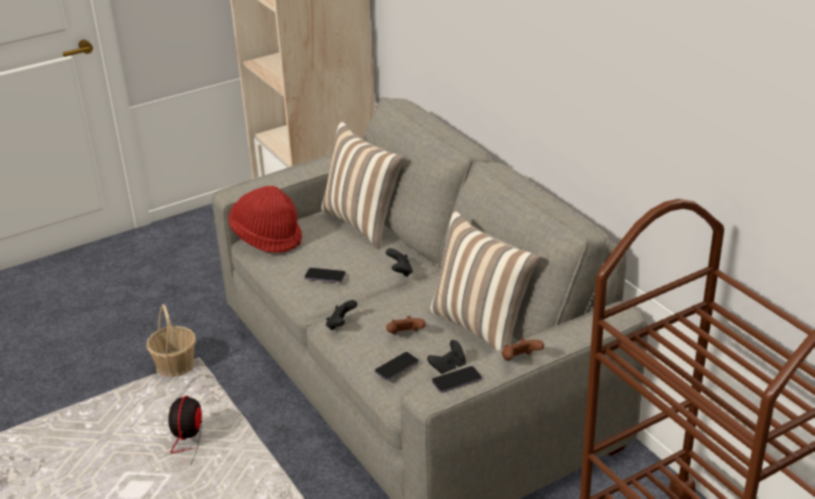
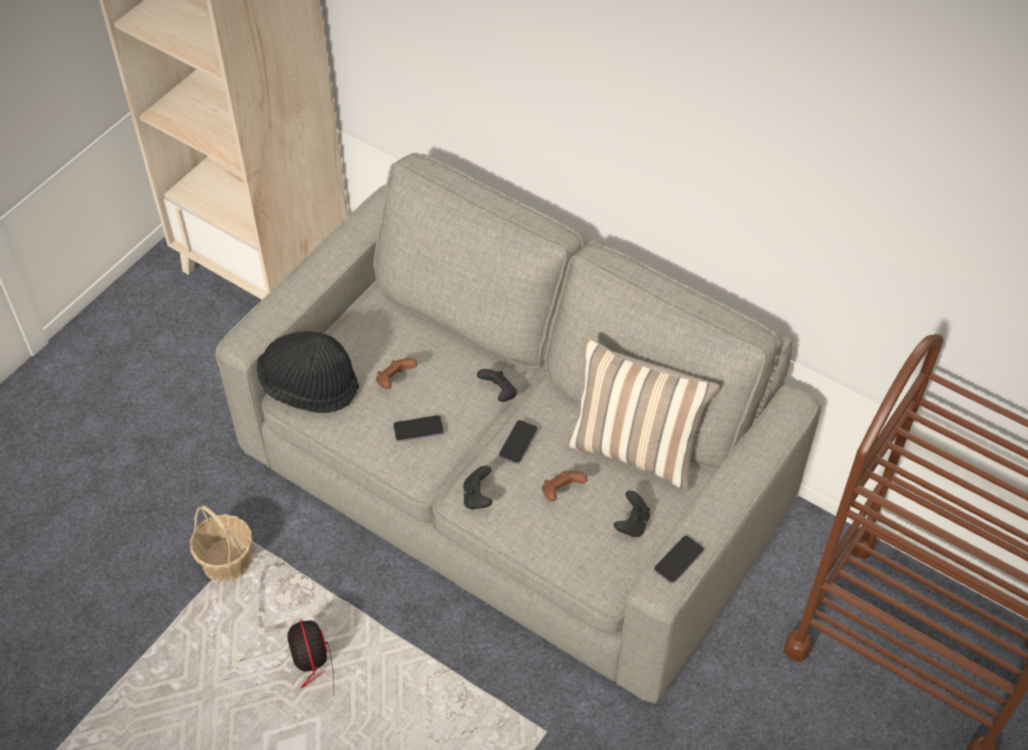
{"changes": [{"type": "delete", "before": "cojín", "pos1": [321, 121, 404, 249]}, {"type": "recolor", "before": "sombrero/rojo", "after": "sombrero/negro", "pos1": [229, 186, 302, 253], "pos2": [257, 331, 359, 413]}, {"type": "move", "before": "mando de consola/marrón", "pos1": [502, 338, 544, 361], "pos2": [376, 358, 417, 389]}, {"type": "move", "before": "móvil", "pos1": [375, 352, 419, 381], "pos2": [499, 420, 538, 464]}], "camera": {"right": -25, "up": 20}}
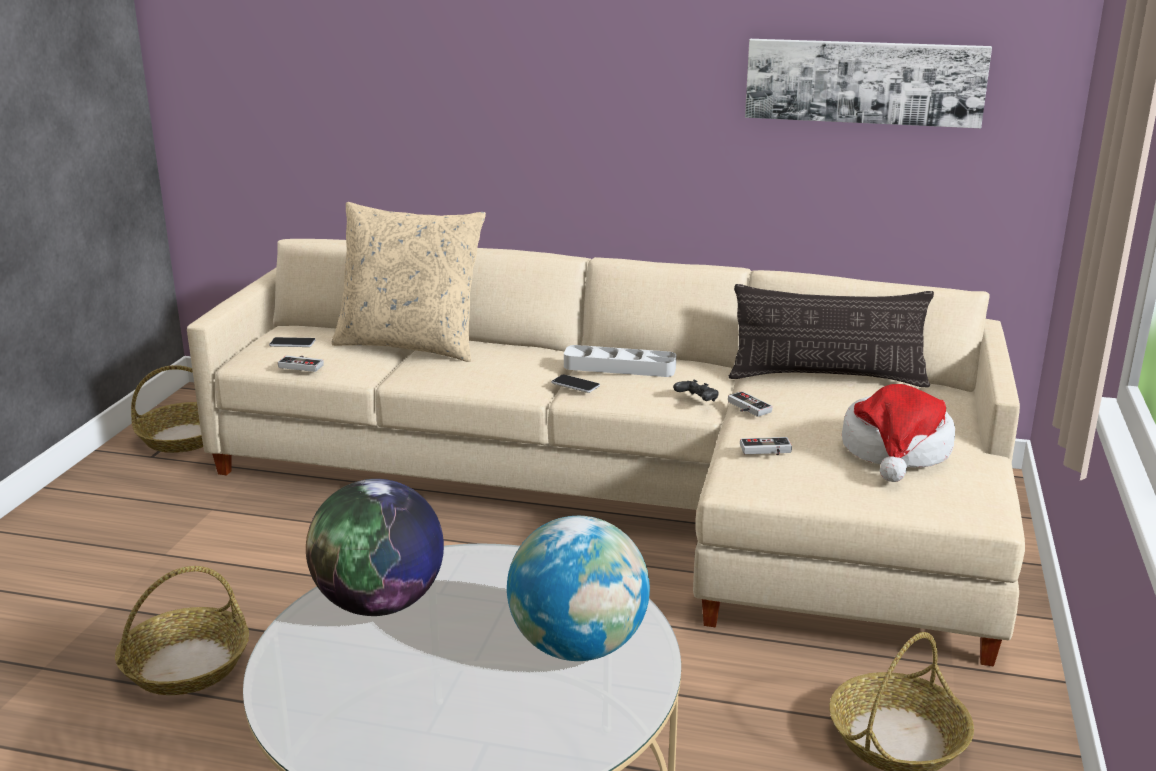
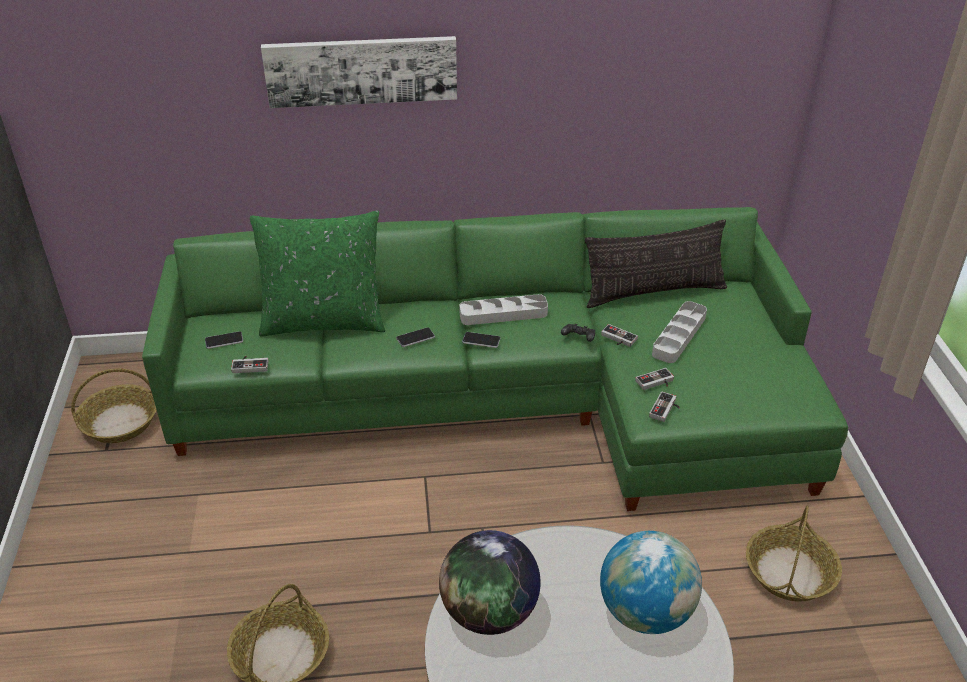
{"changes": [{"type": "move", "before": "cuadro", "pos1": [745, 39, 992, 128], "pos2": [261, 36, 457, 108]}, {"type": "recolor", "before": "cojín/beis", "after": "cojín/verde", "pos1": [331, 202, 486, 362], "pos2": [250, 211, 385, 337]}, {"type": "recolor", "before": "sofá/beis", "after": "sofá/verde", "pos1": [187, 239, 1025, 666], "pos2": [142, 207, 848, 511]}, {"type": "delete", "before": "sombrero", "pos1": [842, 384, 955, 482]}, {"type": "insert", "after": "bandeja/gris", "pos2": [652, 301, 707, 363]}, {"type": "insert", "after": "móvil", "pos2": [396, 327, 435, 347]}, {"type": "insert", "after": "mando de consola", "pos2": [649, 392, 680, 422]}], "camera": {"right": -20, "up": 15}}
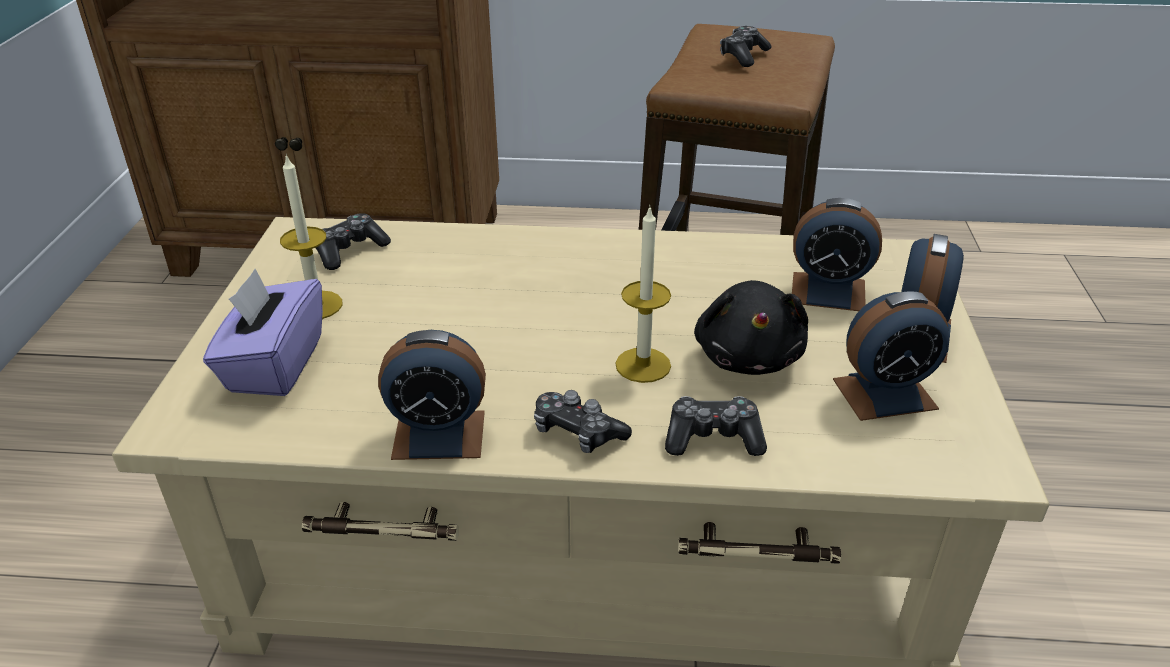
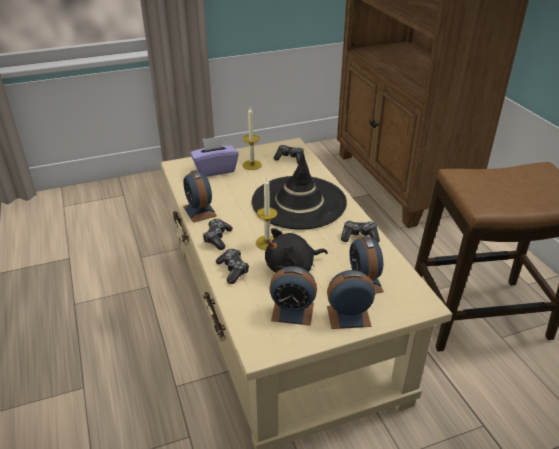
{"changes": [{"type": "move", "before": "mando de consola", "pos1": [720, 26, 772, 67], "pos2": [341, 221, 380, 242]}, {"type": "rotate", "before": "despertador", "pos1": [833, 291, 950, 421], "pos2": [269, 266, 317, 326], "turn": -45}, {"type": "insert", "after": "sombrero/negro", "pos2": [252, 153, 347, 229]}], "camera": {"right": 65, "up": 0}}
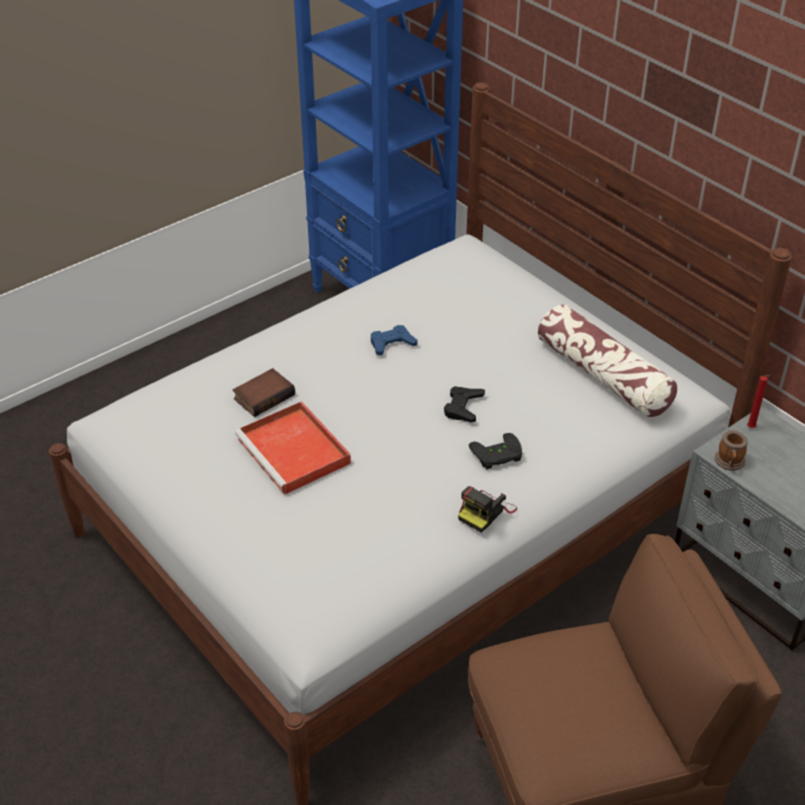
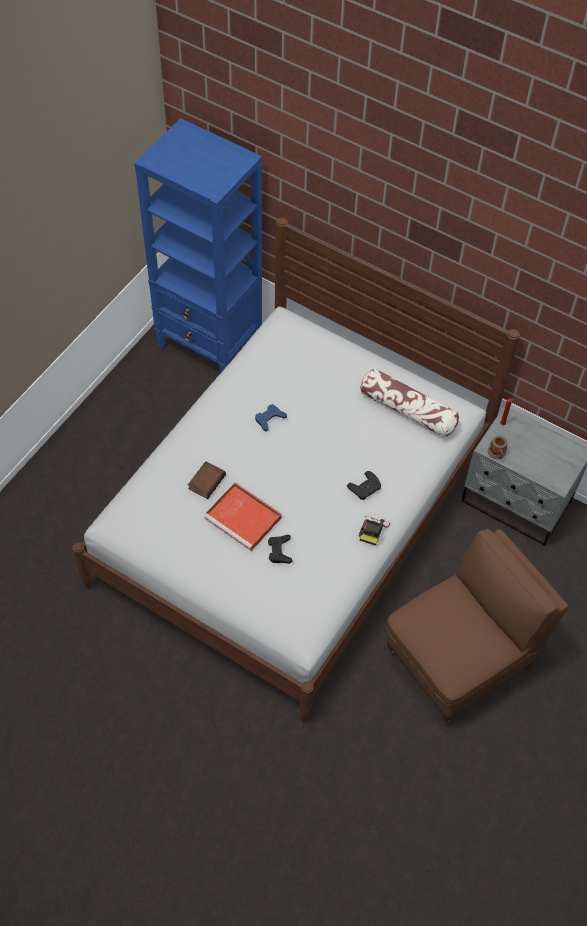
{"changes": [{"type": "move", "before": "mando de consola/negro", "pos1": [444, 386, 485, 423], "pos2": [268, 534, 292, 564]}], "camera": {"right": -20, "up": 15}}
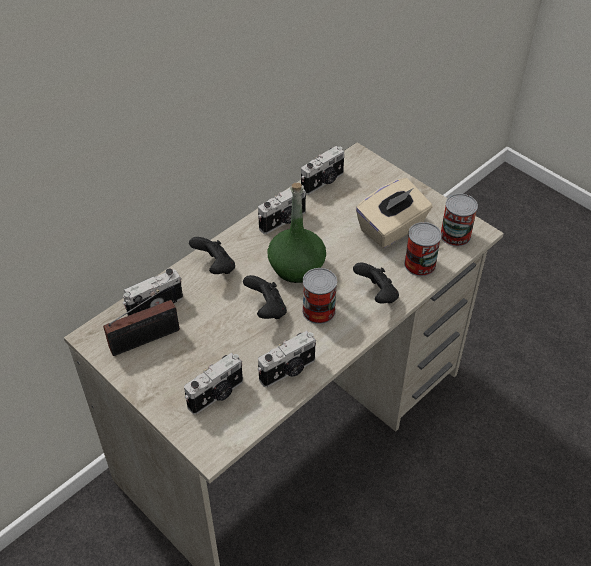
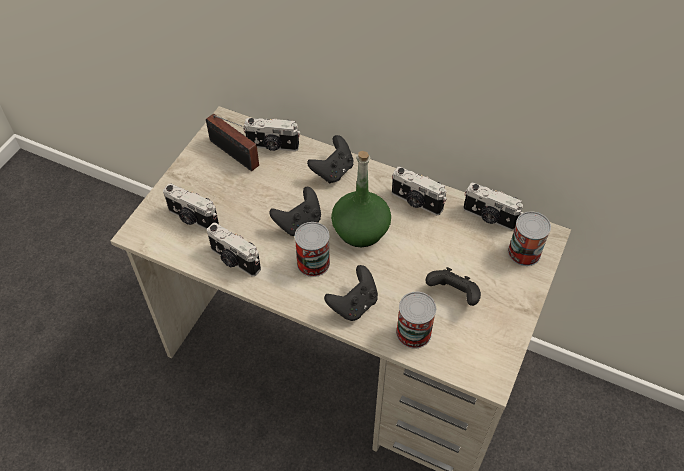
{"changes": [{"type": "replace", "before": "caja de pañuelos/beis", "after": "mando de consola/negro", "pos1": [356, 178, 433, 248], "pos2": [426, 267, 481, 306]}, {"type": "move", "before": "lata", "pos1": [441, 194, 478, 247], "pos2": [508, 211, 551, 266]}, {"type": "rotate", "before": "cámara", "pos1": [123, 268, 183, 316], "pos2": [243, 118, 300, 151], "turn": 150}], "camera": {"right": 70, "up": 5}}
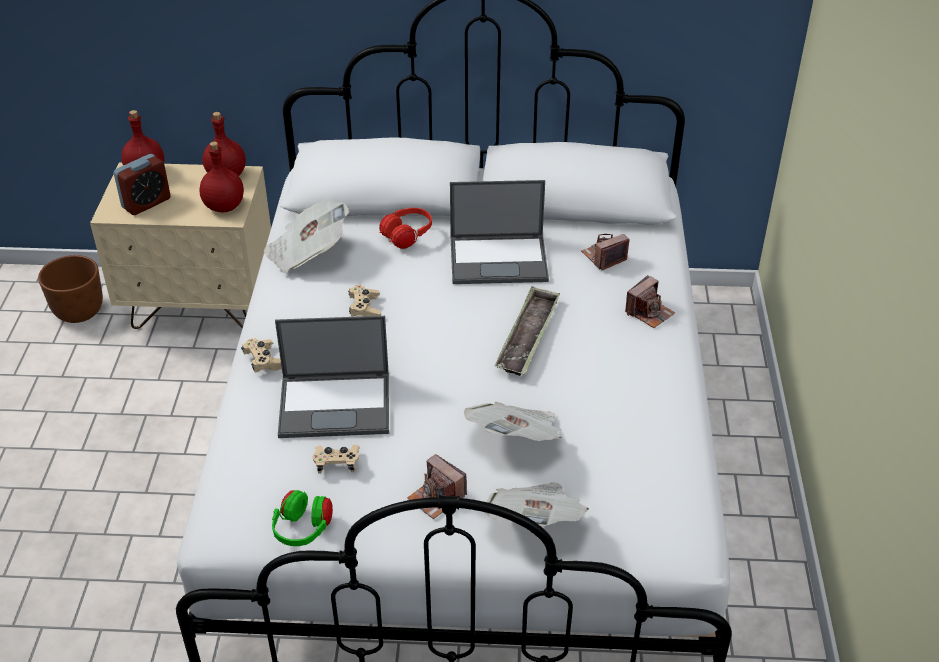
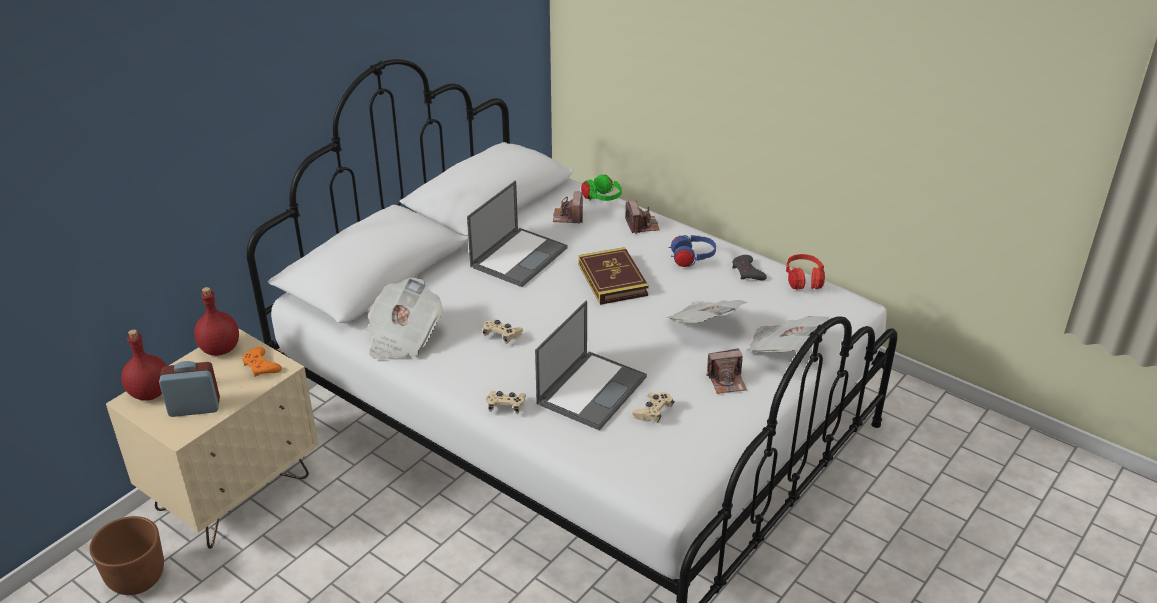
{"changes": [{"type": "replace", "before": "botella/rojo", "after": "mando de consola/naranja", "pos1": [199, 142, 244, 212], "pos2": [242, 347, 282, 377]}, {"type": "rotate", "before": "despertador", "pos1": [114, 154, 171, 215], "pos2": [159, 361, 220, 417], "turn": -90}, {"type": "move", "before": "auriculares/rojo", "pos1": [379, 208, 432, 249], "pos2": [786, 254, 825, 290]}, {"type": "replace", "before": "bandeja", "after": "libro", "pos1": [495, 286, 560, 376], "pos2": [579, 247, 649, 305]}, {"type": "move", "before": "auriculares/verde", "pos1": [272, 490, 333, 546], "pos2": [581, 174, 622, 201]}, {"type": "insert", "after": "auriculares/azul", "pos2": [669, 235, 716, 267]}, {"type": "insert", "after": "mando de consola/gris", "pos2": [732, 255, 767, 281]}], "camera": {"right": -55, "up": -5}}
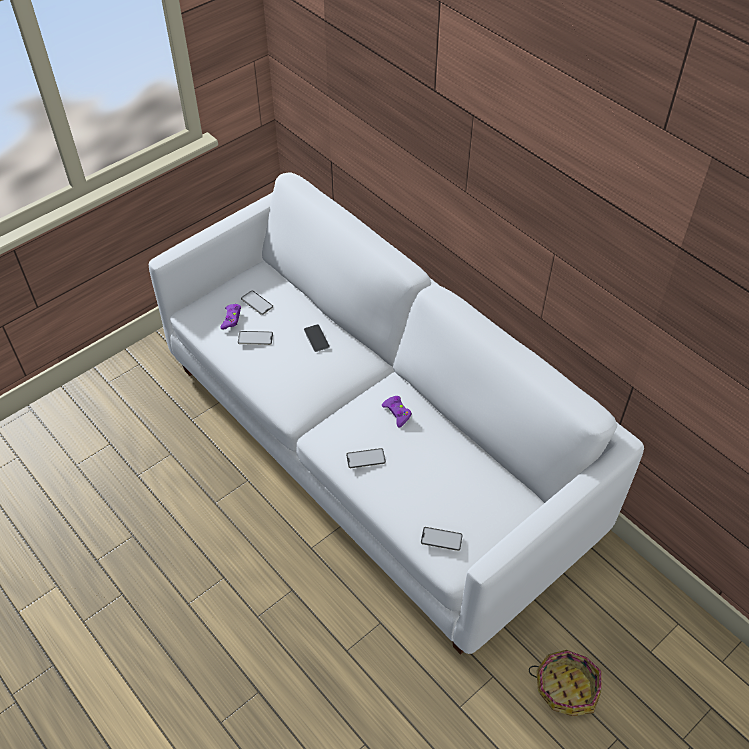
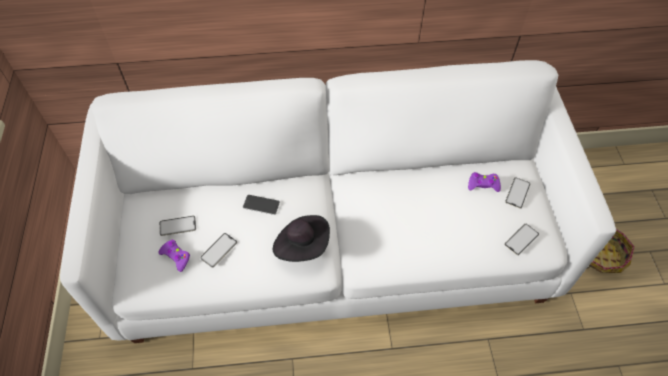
{"changes": [{"type": "move", "before": "mando de consola/morado", "pos1": [382, 396, 412, 427], "pos2": [468, 172, 501, 192]}, {"type": "move", "before": "móvil", "pos1": [346, 448, 386, 468], "pos2": [505, 177, 530, 208]}, {"type": "insert", "after": "sombrero/negro", "pos2": [273, 215, 330, 262]}], "camera": {"right": -55, "up": 5}}
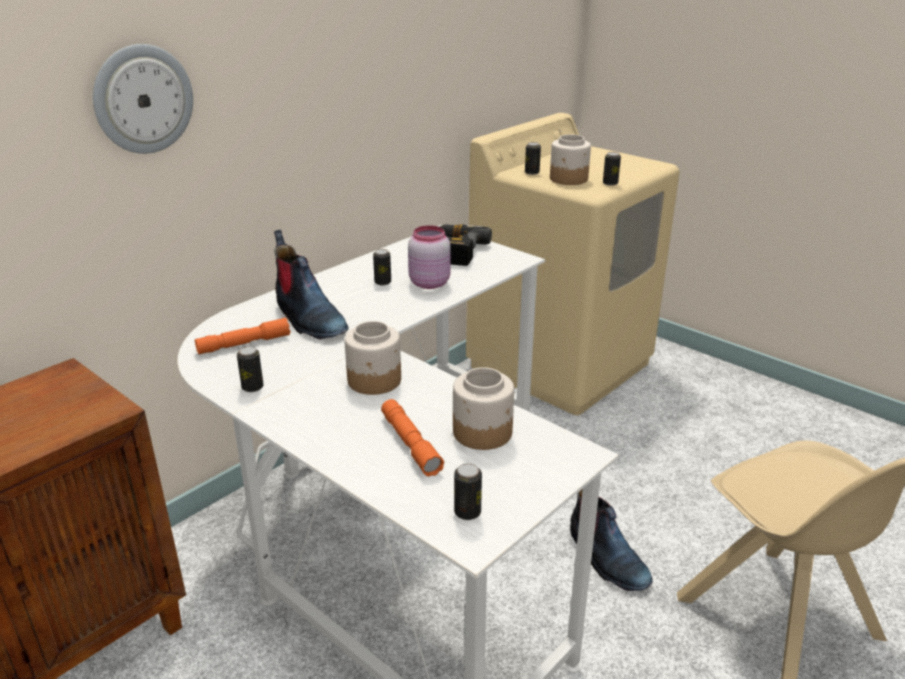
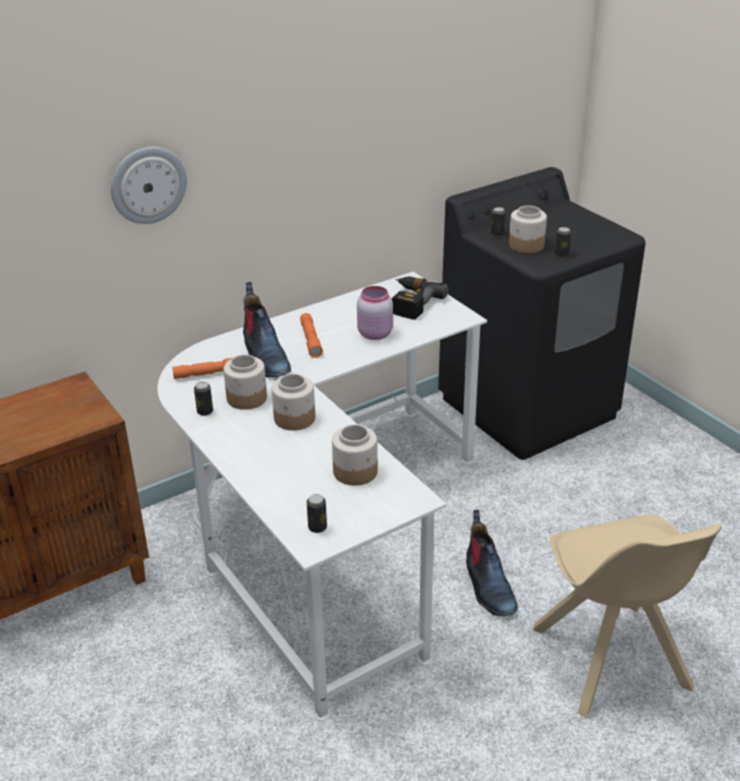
{"changes": [{"type": "recolor", "before": "lavadora/beis", "after": "lavadora/negro", "pos1": [466, 113, 680, 415], "pos2": [438, 167, 645, 460]}, {"type": "delete", "before": "lata", "pos1": [373, 249, 391, 285]}, {"type": "move", "before": "linterna/naranja", "pos1": [381, 399, 444, 477], "pos2": [300, 313, 323, 358]}, {"type": "insert", "after": "tarro", "pos2": [223, 355, 267, 410]}], "camera": {"right": 15, "up": 5}}
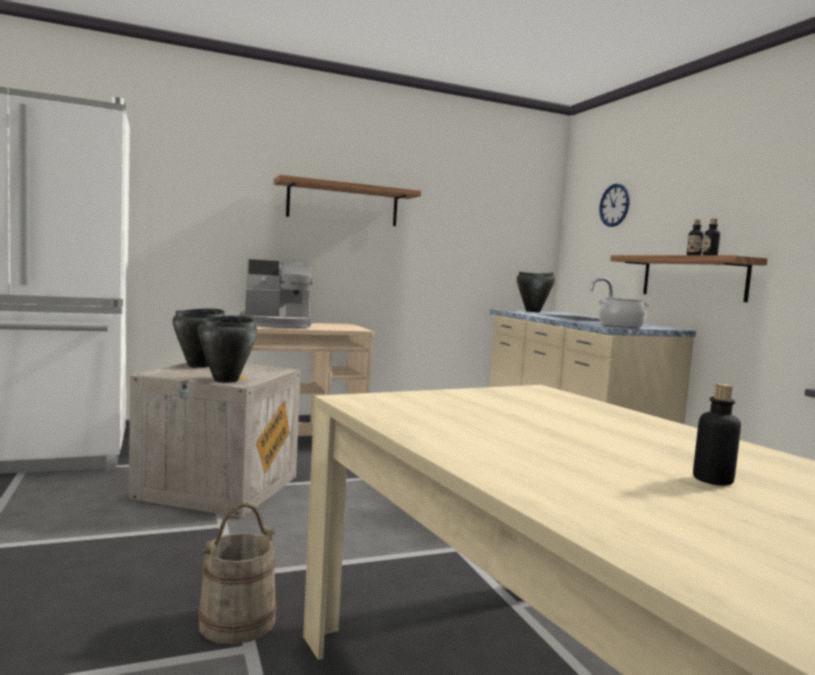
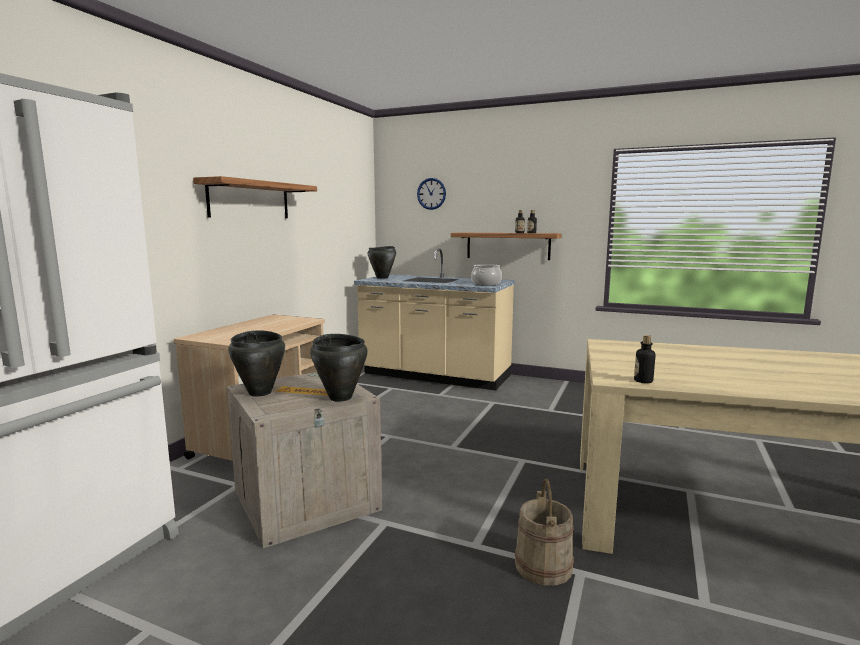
{"changes": [{"type": "delete", "before": "cafetera", "pos1": [240, 259, 313, 328]}, {"type": "move", "before": "botella", "pos1": [693, 383, 741, 486], "pos2": [634, 335, 656, 383]}], "camera": {"right": -45, "up": 5}}
